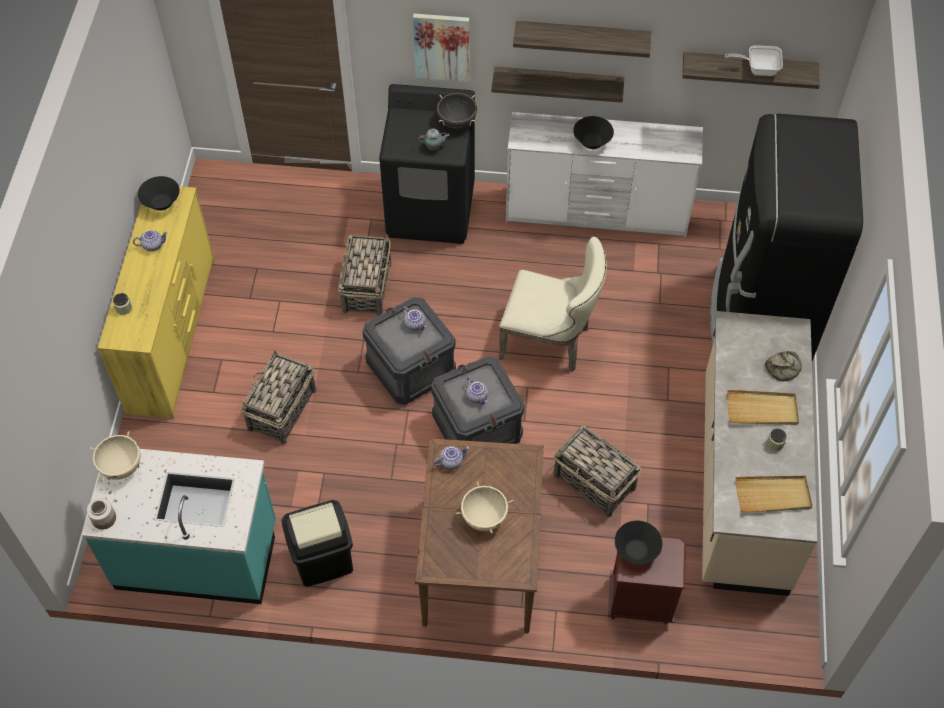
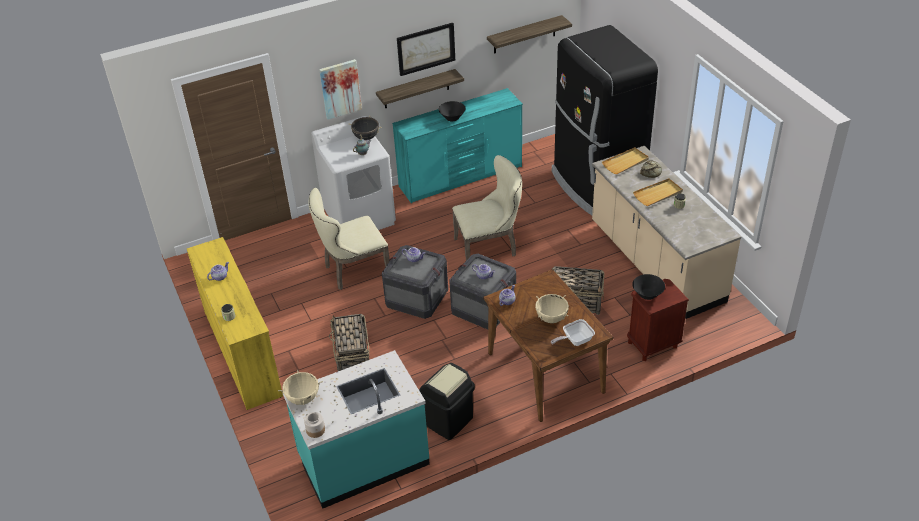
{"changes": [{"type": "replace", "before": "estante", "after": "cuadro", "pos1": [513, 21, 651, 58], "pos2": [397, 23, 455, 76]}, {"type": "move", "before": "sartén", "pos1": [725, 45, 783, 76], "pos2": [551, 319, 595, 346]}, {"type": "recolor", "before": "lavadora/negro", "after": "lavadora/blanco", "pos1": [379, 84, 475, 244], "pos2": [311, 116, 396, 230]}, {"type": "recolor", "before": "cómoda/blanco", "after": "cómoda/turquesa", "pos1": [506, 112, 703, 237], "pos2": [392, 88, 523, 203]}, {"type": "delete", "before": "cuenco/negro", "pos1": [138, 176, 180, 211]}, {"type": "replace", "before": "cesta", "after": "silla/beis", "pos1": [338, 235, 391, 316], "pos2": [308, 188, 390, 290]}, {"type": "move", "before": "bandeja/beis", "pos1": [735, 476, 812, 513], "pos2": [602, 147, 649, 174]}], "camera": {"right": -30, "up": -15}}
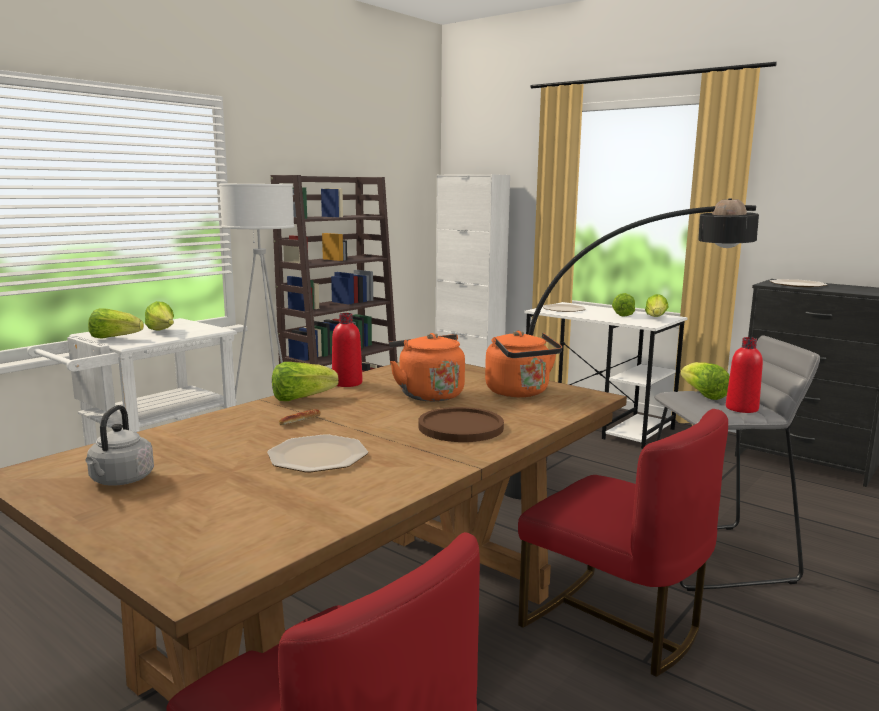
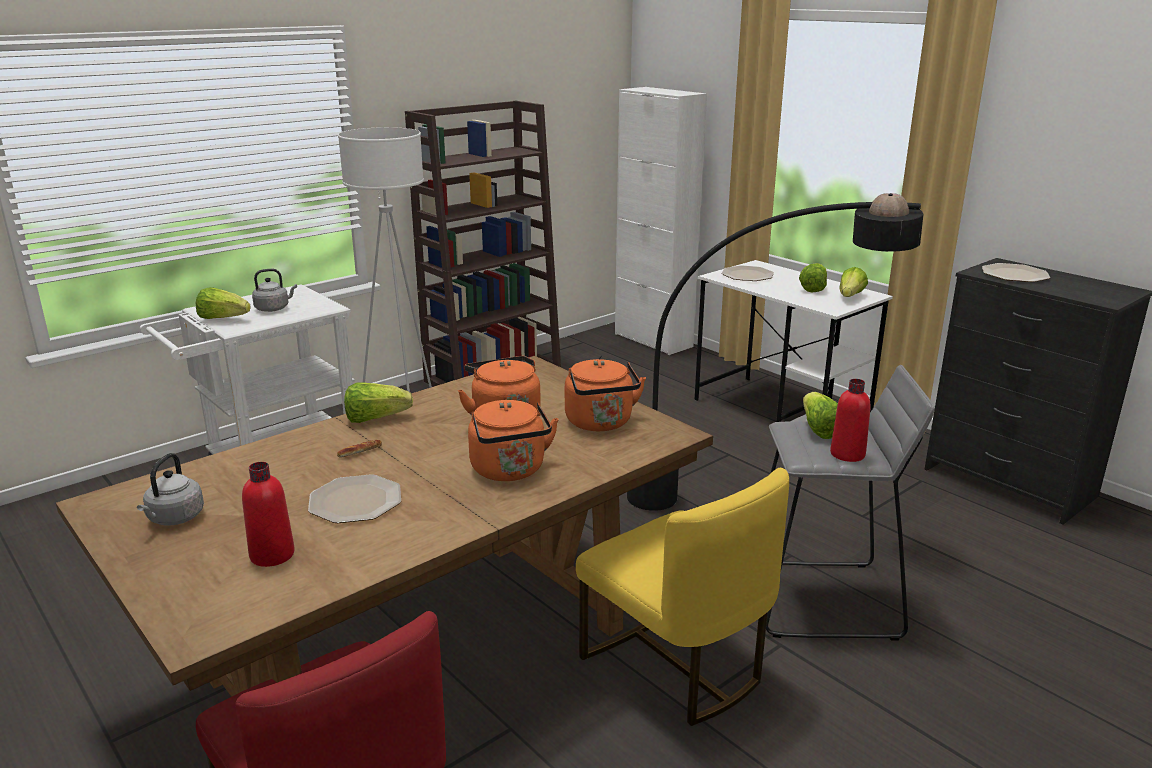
{"changes": [{"type": "replace", "before": "lechuga", "after": "hervidor/gris", "pos1": [145, 301, 174, 331], "pos2": [252, 269, 297, 312]}, {"type": "move", "before": "botella/rojo", "pos1": [332, 313, 363, 387], "pos2": [242, 462, 295, 567]}, {"type": "replace", "before": "plato/marrón", "after": "hervidor/naranja", "pos1": [418, 407, 504, 442], "pos2": [468, 400, 559, 481]}, {"type": "recolor", "before": "silla/rojo", "after": "silla/amarillo", "pos1": [518, 409, 728, 677], "pos2": [576, 468, 789, 726]}], "camera": {"right": 10, "up": 10}}
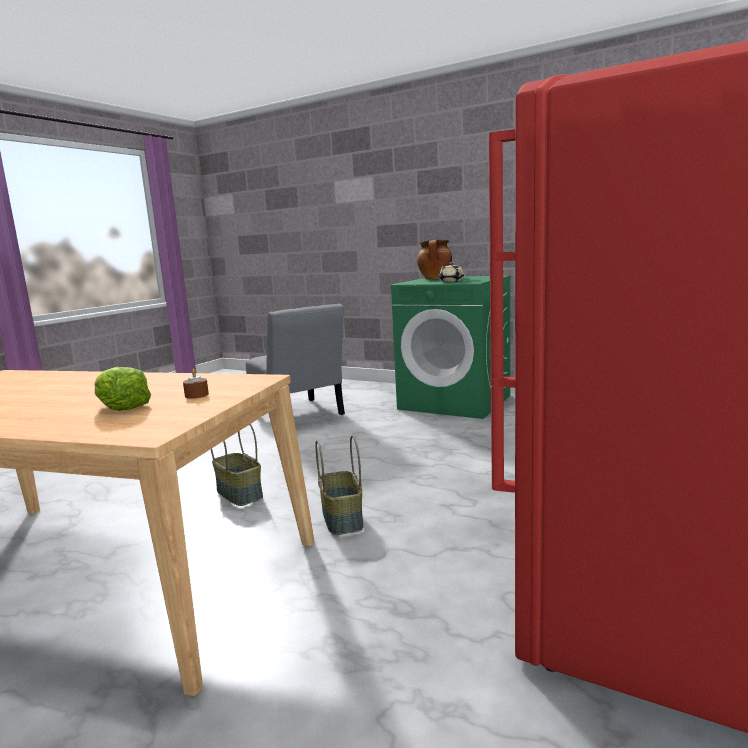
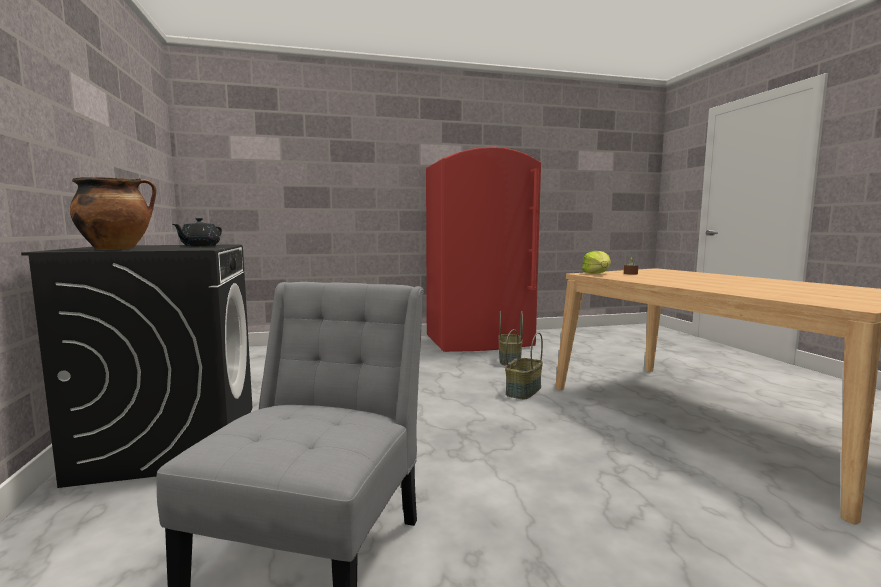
{"changes": [{"type": "recolor", "before": "tetera/beis", "after": "tetera/negro", "pos1": [439, 262, 464, 282], "pos2": [173, 218, 222, 246]}, {"type": "recolor", "before": "lavadora/verde", "after": "lavadora/negro", "pos1": [391, 275, 511, 419], "pos2": [21, 244, 252, 488]}, {"type": "move", "before": "lechuga", "pos1": [94, 367, 151, 411], "pos2": [582, 251, 611, 274]}, {"type": "move", "before": "cesta", "pos1": [211, 424, 263, 506], "pos2": [498, 311, 523, 366]}], "camera": {"right": -135, "up": -5}}
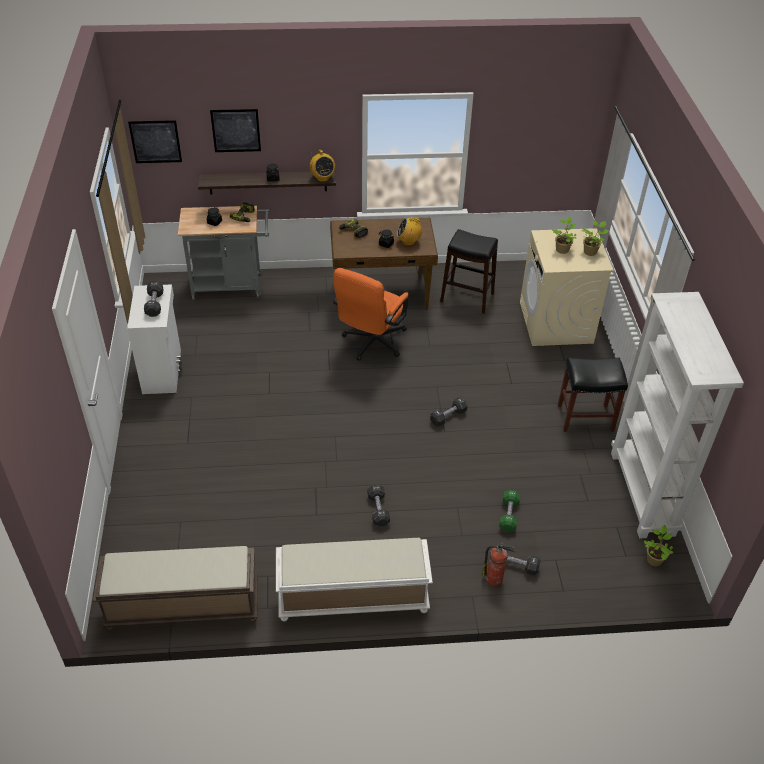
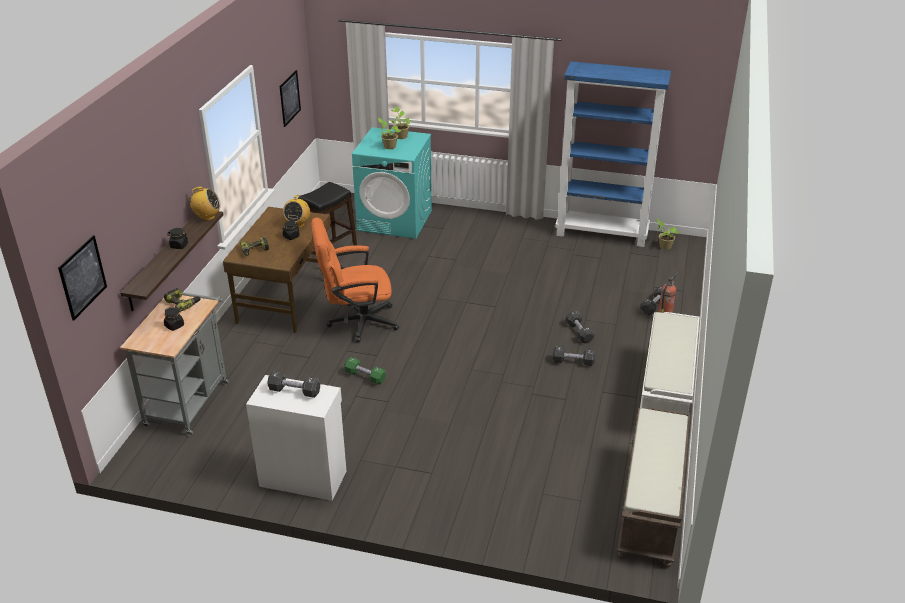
{"changes": [{"type": "move", "before": "cuadro", "pos1": [210, 109, 261, 152], "pos2": [280, 70, 301, 127]}, {"type": "recolor", "before": "lavadora/beis", "after": "lavadora/turquesa", "pos1": [520, 228, 614, 346], "pos2": [352, 127, 432, 239]}, {"type": "rotate", "before": "silla de oficina/naranja", "pos1": [333, 268, 409, 361], "pos2": [311, 218, 399, 342], "turn": 120}, {"type": "recolor", "before": "estantería/blanco", "after": "estantería/azul", "pos1": [611, 292, 744, 538], "pos2": [555, 61, 671, 247]}, {"type": "delete", "before": "taburete/negro", "pos1": [558, 358, 628, 432]}, {"type": "move", "before": "mancuerna/negro", "pos1": [430, 397, 467, 426], "pos2": [566, 311, 594, 343]}, {"type": "move", "before": "mancuerna/verde", "pos1": [499, 490, 520, 532], "pos2": [345, 357, 386, 385]}], "camera": {"right": -70, "up": -10}}
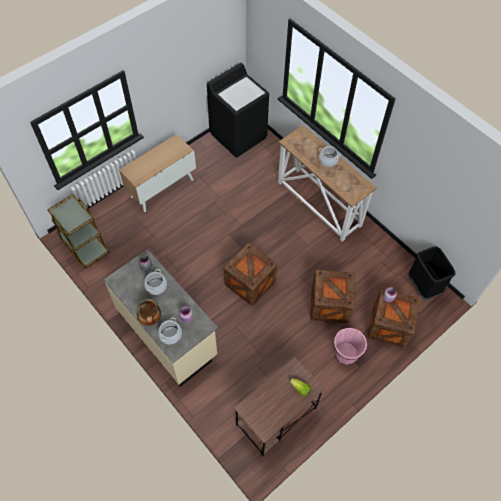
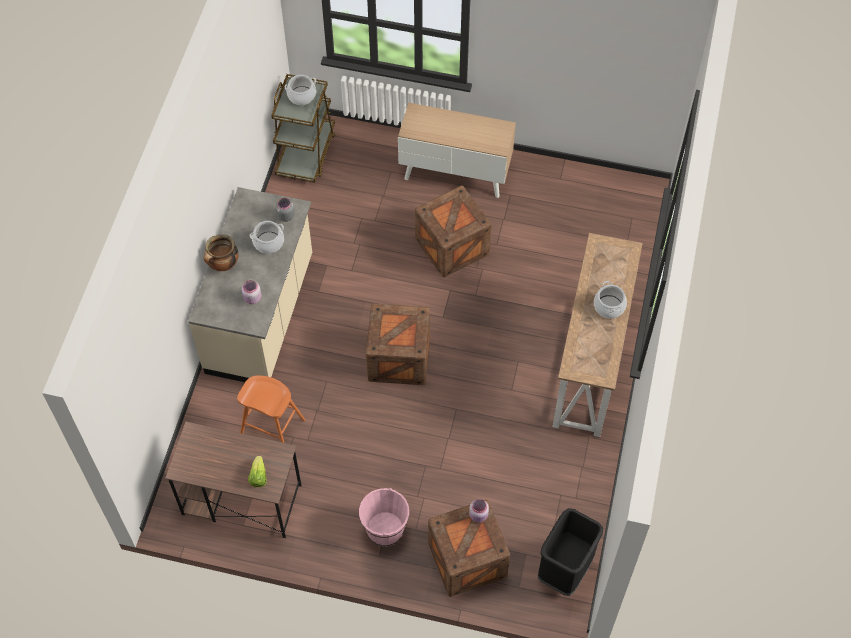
{"changes": [{"type": "delete", "before": "lavadora/negro", "pos1": [207, 63, 269, 158]}, {"type": "move", "before": "caja de embalaje", "pos1": [310, 270, 355, 323], "pos2": [415, 185, 492, 278]}, {"type": "move", "before": "olla", "pos1": [158, 317, 182, 344], "pos2": [285, 75, 316, 105]}, {"type": "insert", "after": "taburete/naranja", "pos2": [237, 376, 305, 443]}], "camera": {"right": 55, "up": 0}}
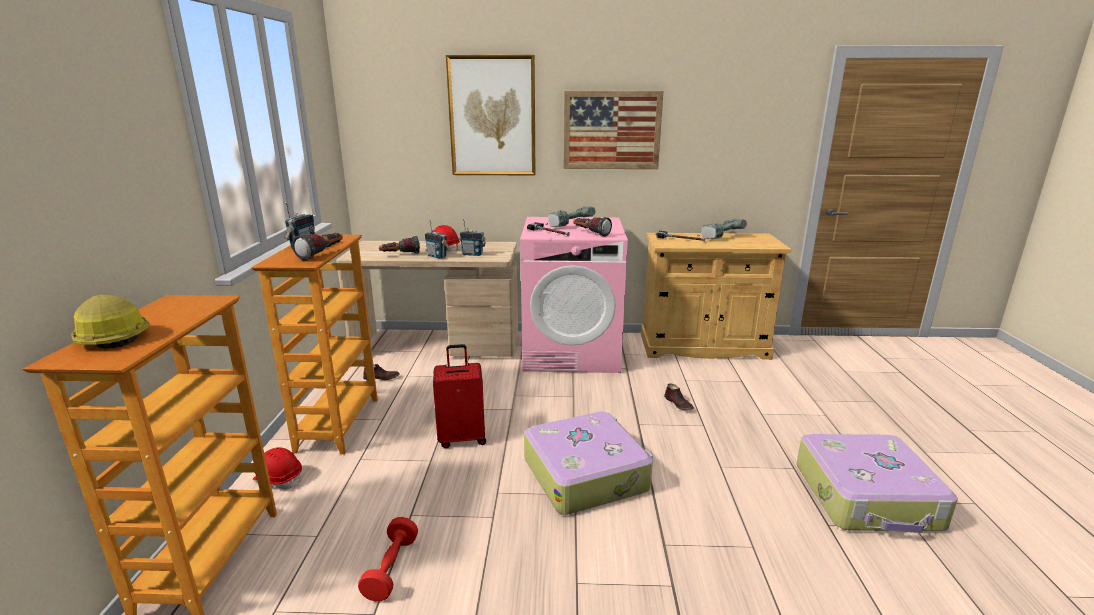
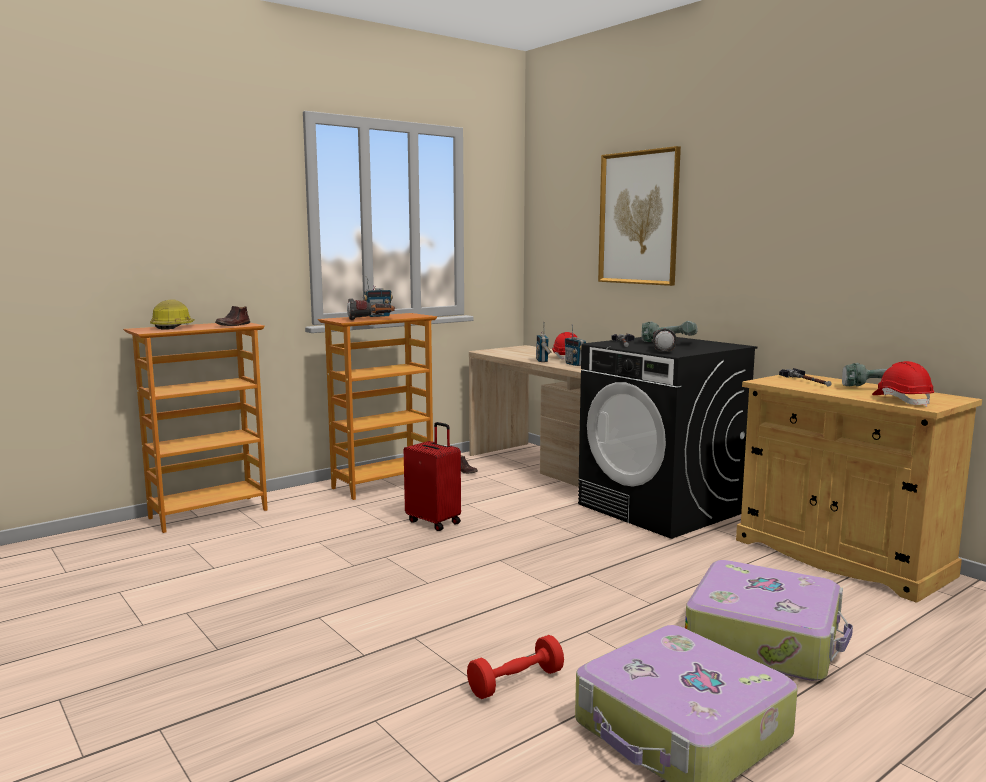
{"changes": [{"type": "delete", "before": "cuadro", "pos1": [563, 91, 663, 169]}, {"type": "recolor", "before": "lavadora/rosa", "after": "lavadora/negro", "pos1": [520, 217, 628, 373], "pos2": [578, 337, 757, 539]}, {"type": "delete", "before": "linterna", "pos1": [379, 236, 420, 254]}, {"type": "move", "before": "zapato/marrón", "pos1": [664, 384, 694, 410], "pos2": [215, 306, 250, 326]}, {"type": "move", "before": "maleta", "pos1": [524, 411, 653, 515], "pos2": [685, 560, 853, 681]}, {"type": "move", "before": "casco/rojo", "pos1": [253, 447, 302, 489], "pos2": [872, 361, 934, 407]}, {"type": "move", "before": "mancuerna/rojo", "pos1": [358, 517, 418, 601], "pos2": [467, 635, 564, 699]}], "camera": {"right": 50, "up": -10}}
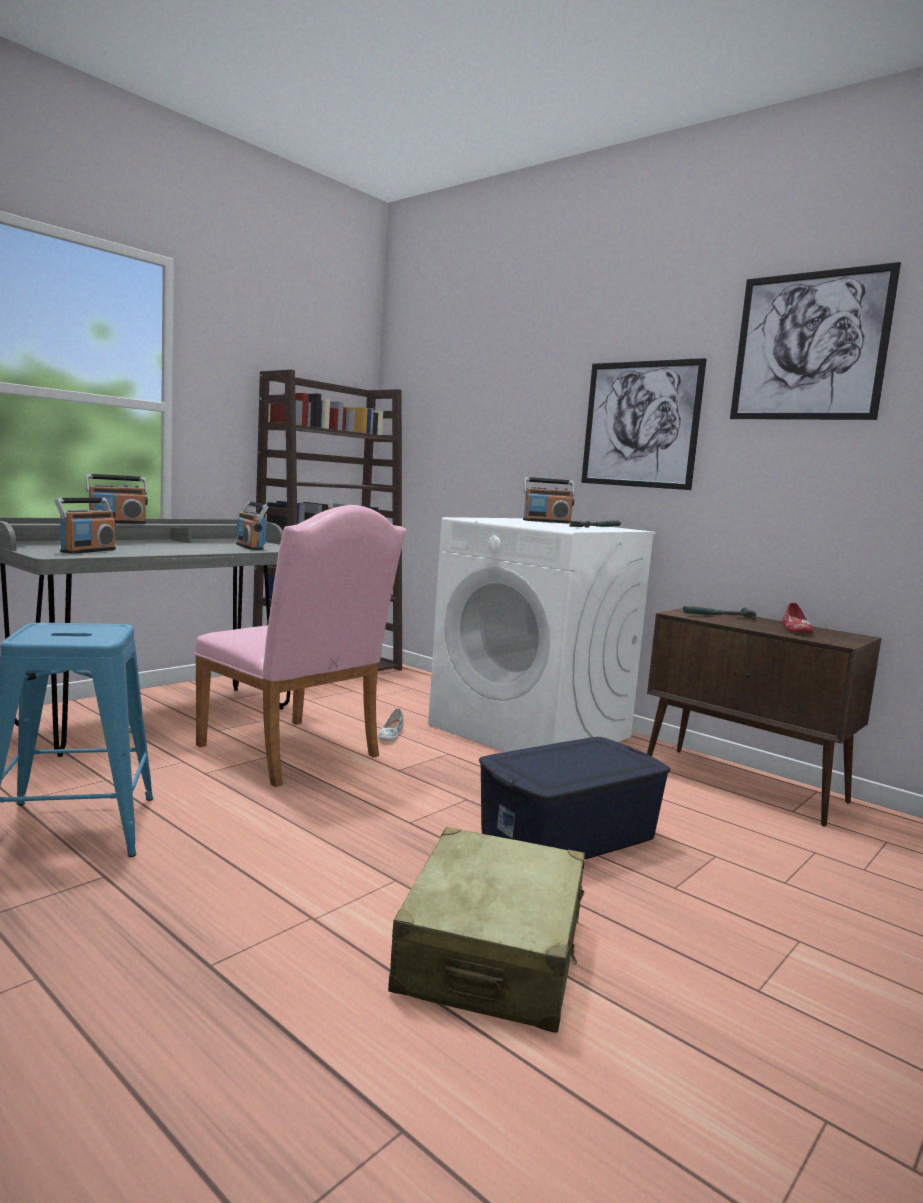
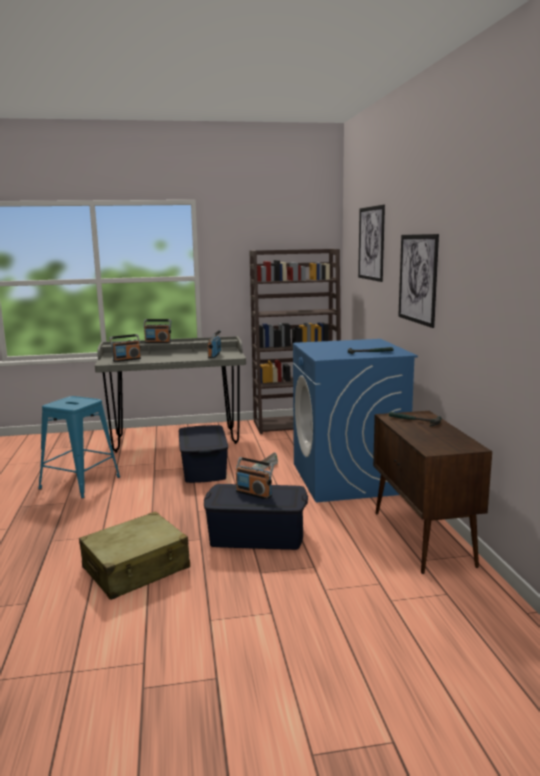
{"changes": [{"type": "move", "before": "cuadro", "pos1": [730, 262, 901, 420], "pos2": [358, 205, 385, 282]}, {"type": "move", "before": "radio", "pos1": [523, 477, 575, 524], "pos2": [236, 457, 274, 499]}, {"type": "replace", "before": "silla/rosa", "after": "caja de almacenaje/azul", "pos1": [194, 505, 407, 787], "pos2": [179, 425, 228, 483]}, {"type": "recolor", "before": "lavadora/blanco", "after": "lavadora/azul", "pos1": [428, 517, 656, 752], "pos2": [293, 339, 418, 502]}, {"type": "delete", "before": "zapato/rojo", "pos1": [782, 603, 813, 634]}], "camera": {"right": 40, "up": 5}}
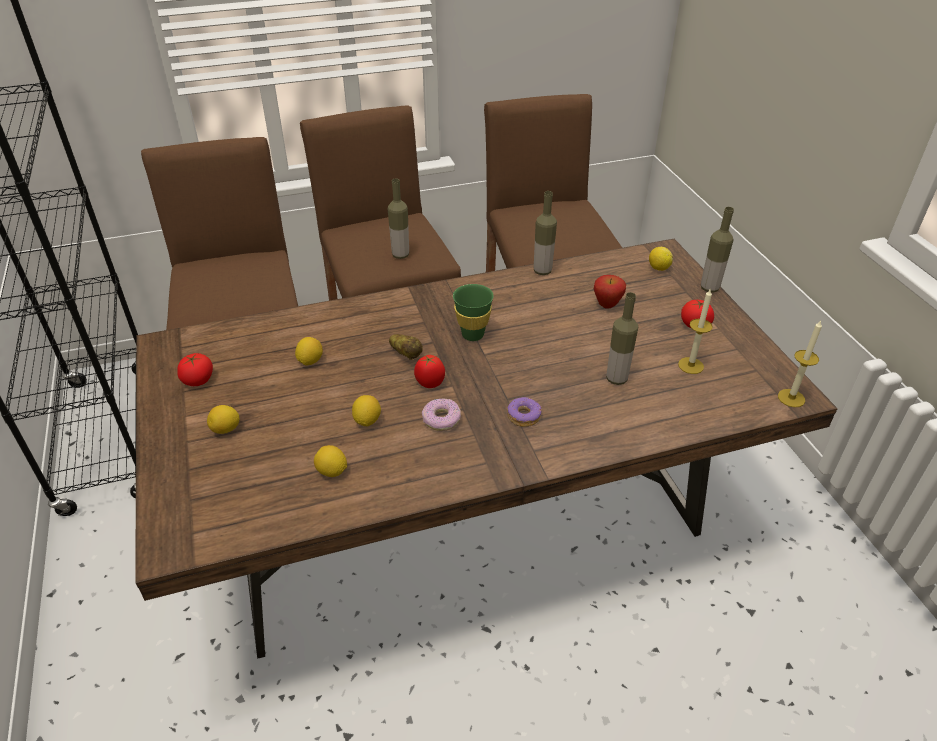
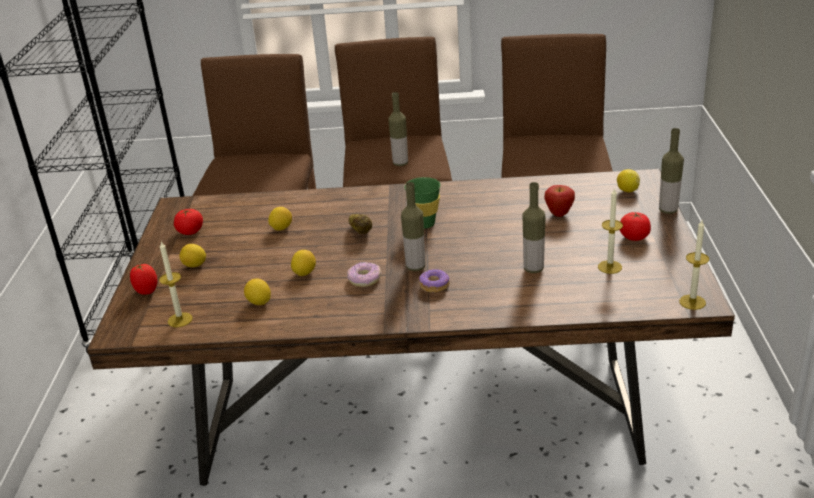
{"changes": [{"type": "move", "before": "botella", "pos1": [534, 191, 557, 275], "pos2": [401, 182, 425, 271]}, {"type": "move", "before": "tomate", "pos1": [414, 355, 445, 388], "pos2": [130, 264, 157, 295]}, {"type": "insert", "after": "vela", "pos2": [159, 242, 193, 327]}], "camera": {"right": 20, "up": -10}}
